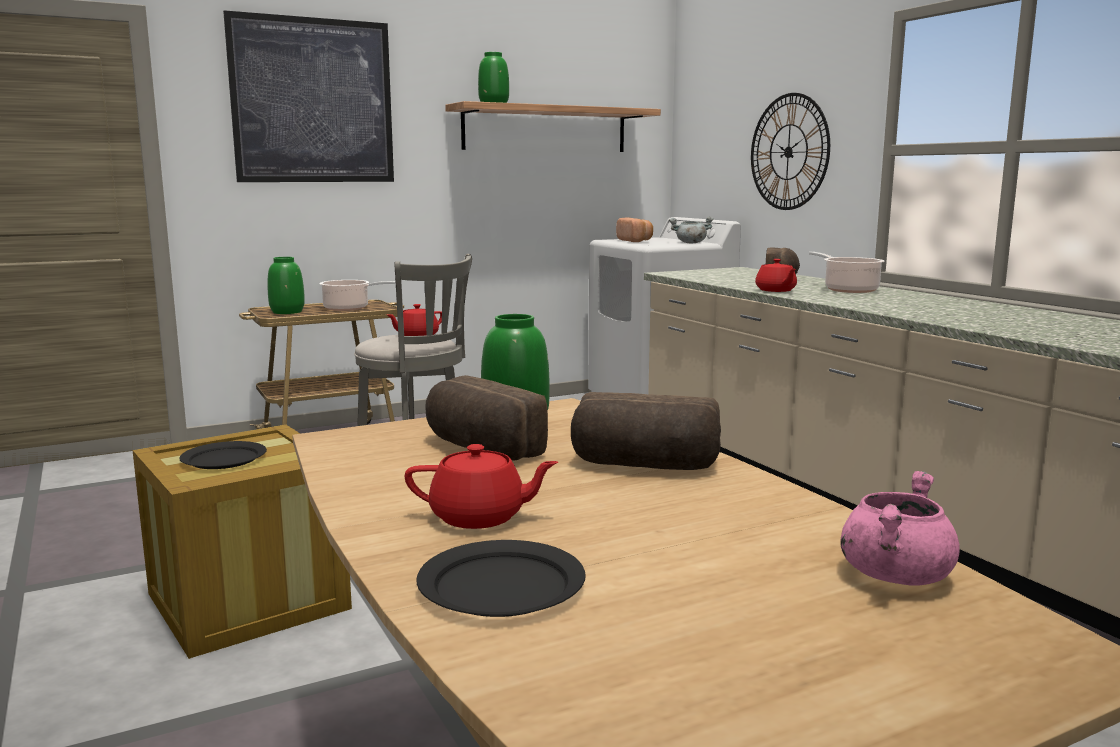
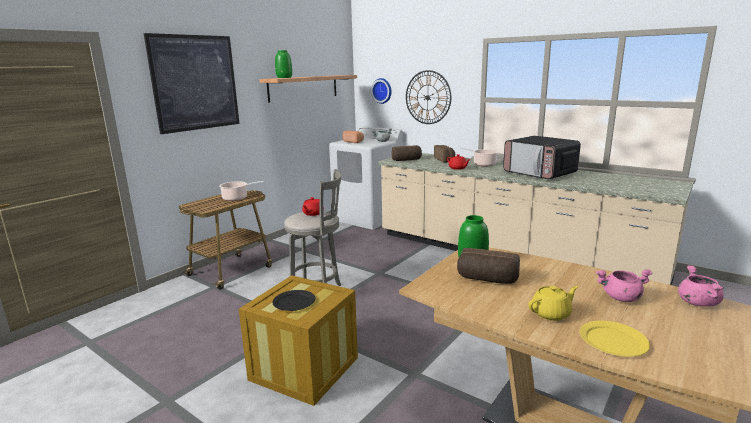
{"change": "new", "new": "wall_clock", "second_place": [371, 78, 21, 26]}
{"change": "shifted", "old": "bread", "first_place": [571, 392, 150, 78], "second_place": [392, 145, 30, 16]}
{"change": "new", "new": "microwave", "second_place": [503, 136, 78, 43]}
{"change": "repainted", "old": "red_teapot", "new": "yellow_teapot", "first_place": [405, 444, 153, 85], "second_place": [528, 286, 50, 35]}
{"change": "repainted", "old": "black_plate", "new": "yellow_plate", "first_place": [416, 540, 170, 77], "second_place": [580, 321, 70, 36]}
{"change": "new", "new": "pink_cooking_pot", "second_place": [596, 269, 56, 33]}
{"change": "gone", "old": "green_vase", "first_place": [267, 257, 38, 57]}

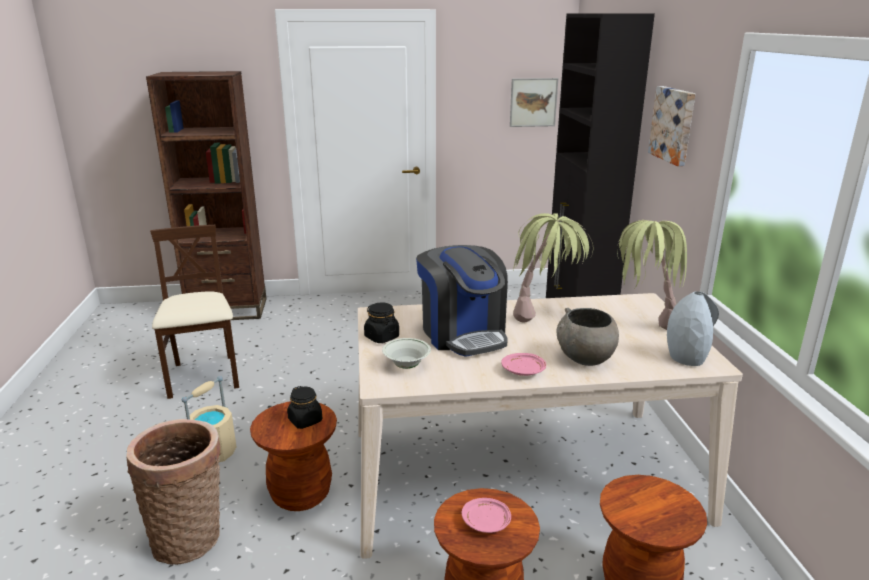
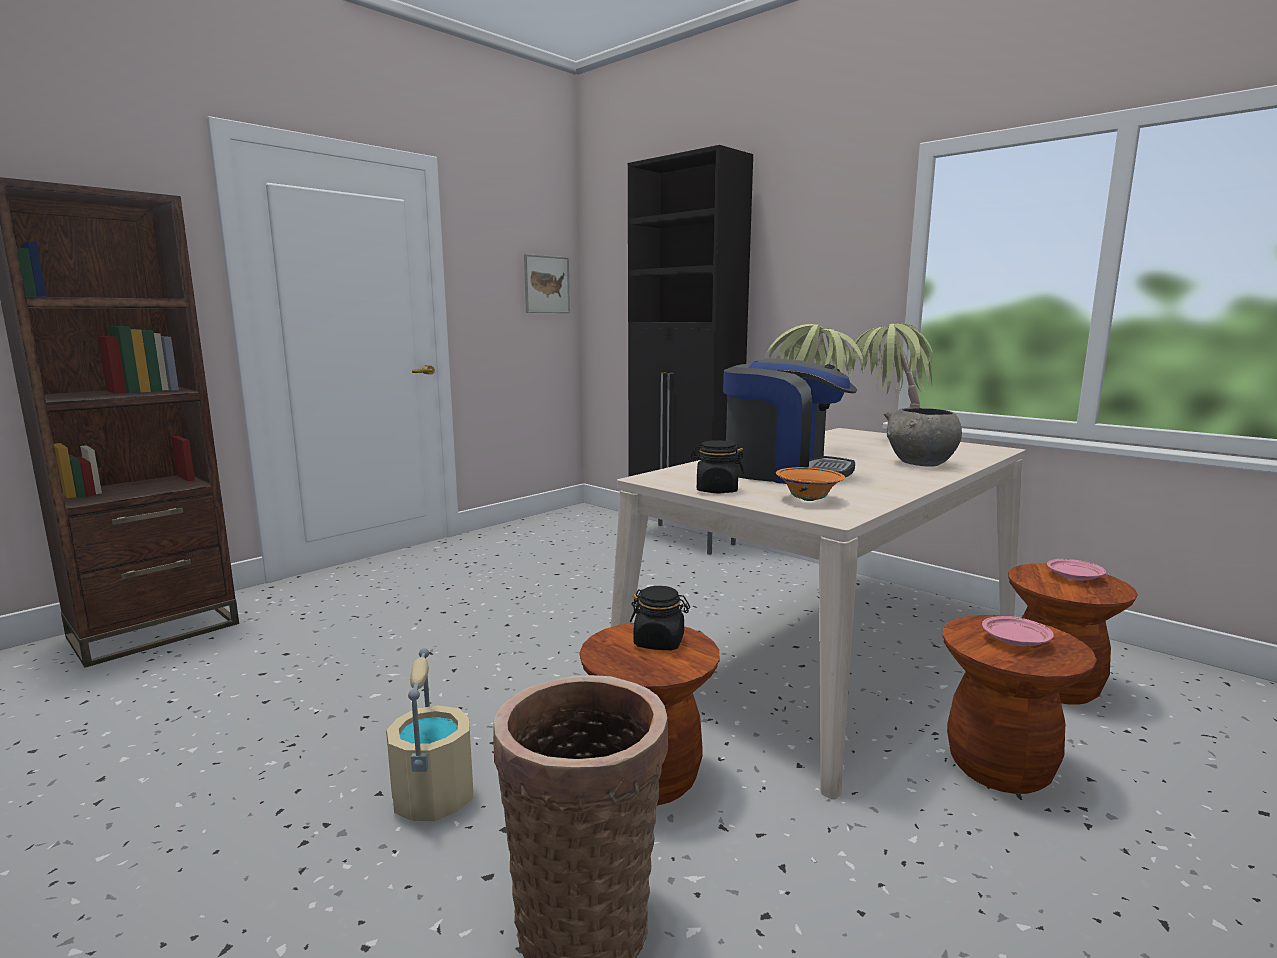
{"change": "repainted", "old": "white_bowl", "new": "orange_bowl", "first_place": [382, 338, 49, 31], "second_place": [776, 467, 69, 34]}
{"change": "shifted", "old": "pink_plate", "first_place": [501, 353, 45, 23], "second_place": [1047, 559, 59, 22]}
{"change": "gone", "old": "beige_chair", "first_place": [150, 225, 89, 174]}
{"change": "gone", "old": "picture", "first_place": [648, 86, 47, 80]}
{"change": "gone", "old": "grey_vase", "first_place": [667, 291, 52, 75]}

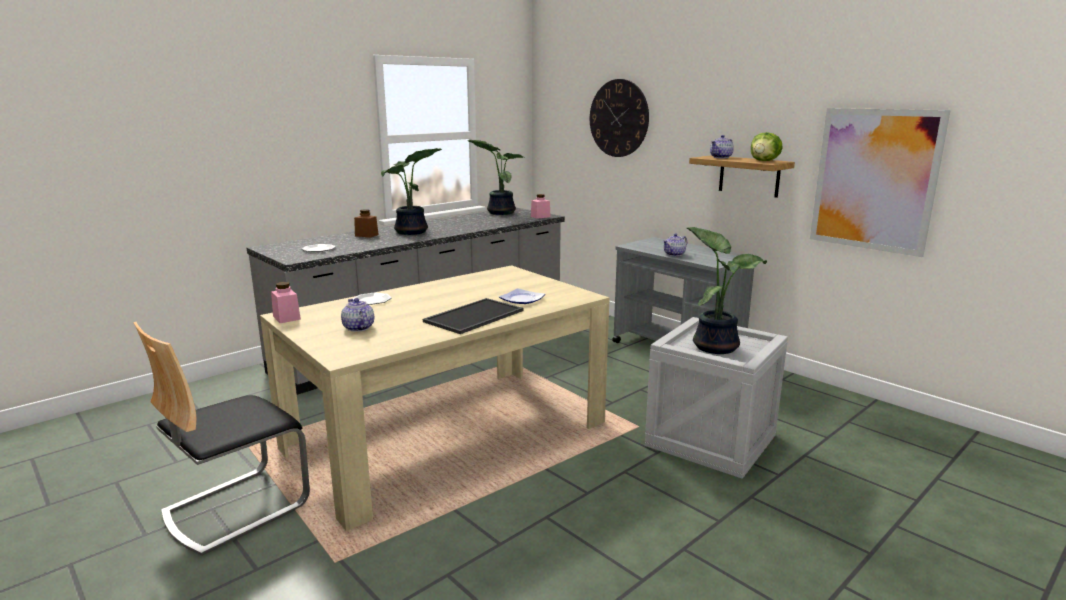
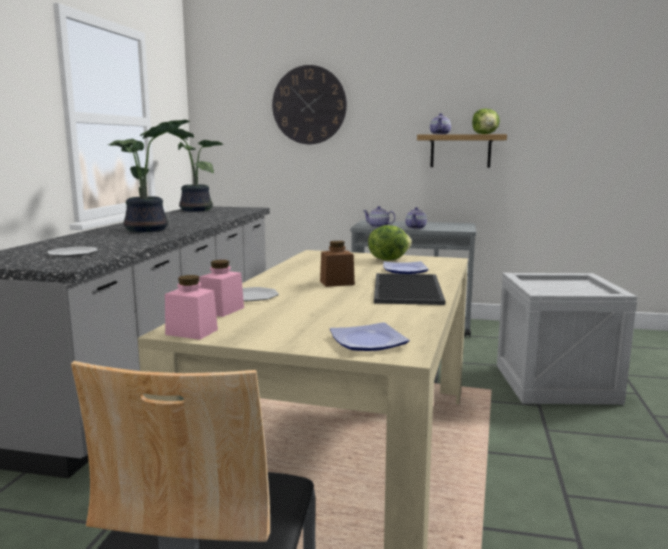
{"change": "shifted", "old": "pink_jar", "first_place": [531, 194, 19, 25], "second_place": [200, 260, 44, 57]}
{"change": "shifted", "old": "brown_jar", "first_place": [354, 209, 25, 29], "second_place": [320, 241, 35, 46]}
{"change": "new", "new": "plate", "second_place": [330, 322, 80, 29]}
{"change": "shifted", "old": "teapot", "first_place": [341, 298, 33, 34], "second_place": [363, 206, 33, 22]}
{"change": "new", "new": "lettuce", "second_place": [368, 225, 44, 35]}
{"change": "gone", "old": "potted_plant", "first_place": [687, 227, 80, 127]}
{"change": "gone", "old": "picture", "first_place": [810, 108, 141, 149]}

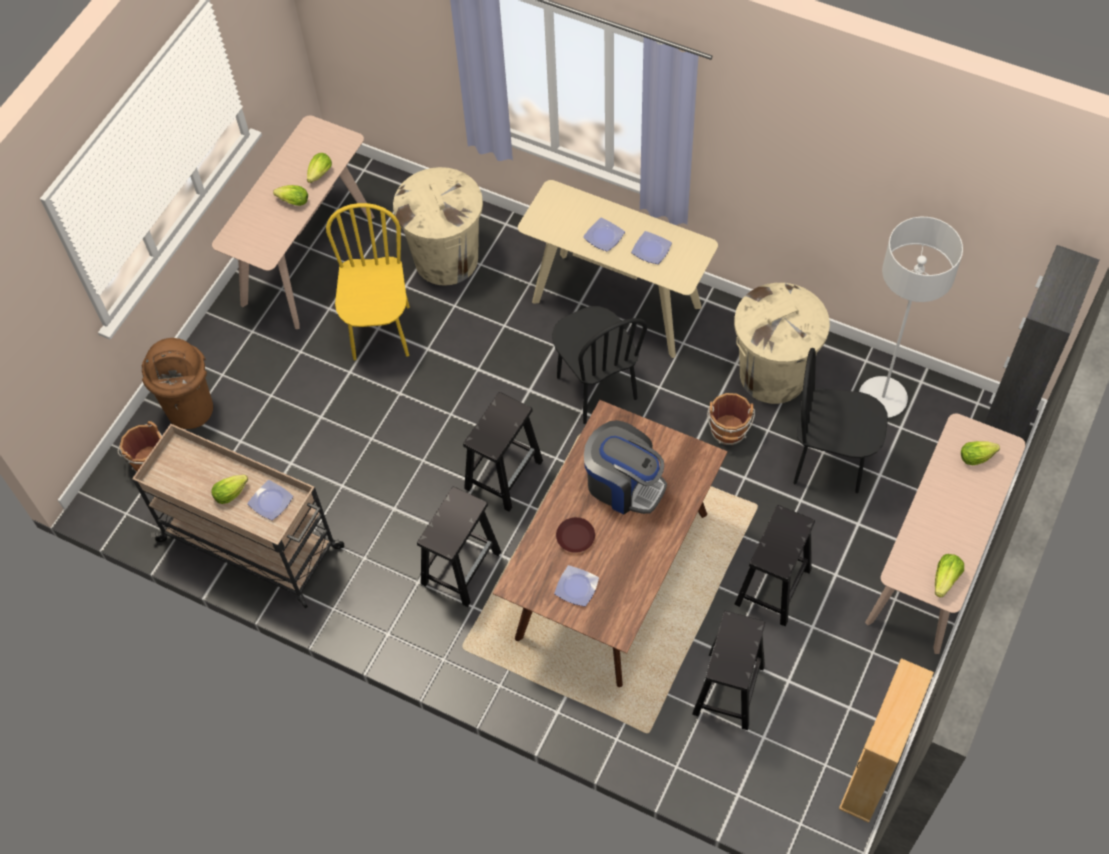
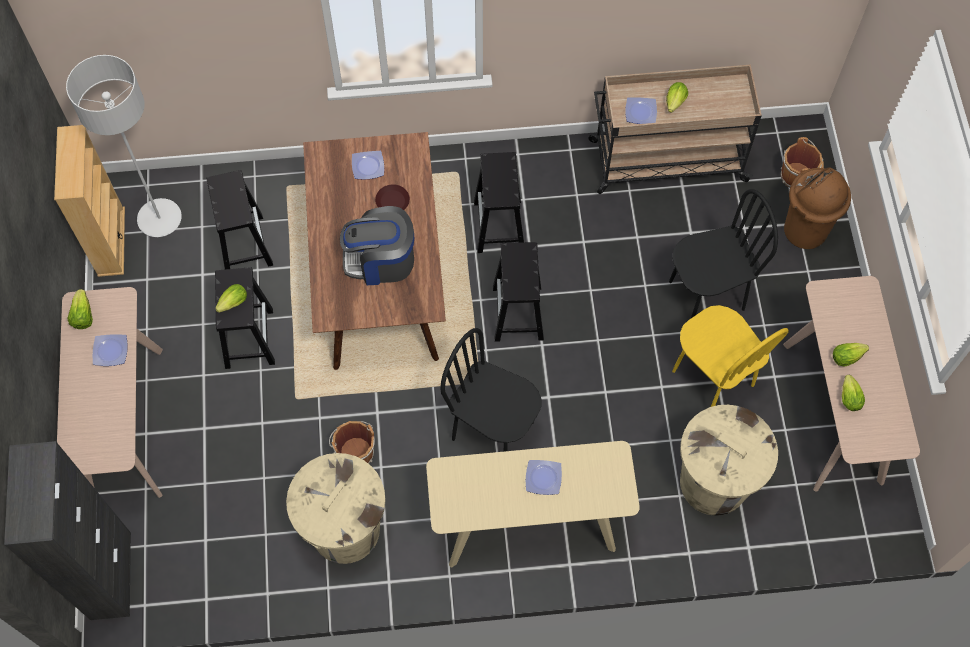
{"change": "shifted", "old": "grey_floor_lamp", "first_place": [859, 217, 104, 201], "second_place": [66, 55, 116, 182]}
{"change": "shifted", "old": "plate", "first_place": [631, 231, 41, 33], "second_place": [93, 334, 35, 32]}
{"change": "shifted", "old": "lettuce", "first_place": [961, 441, 39, 24], "second_place": [215, 284, 32, 29]}
{"change": "shifted", "old": "black_chair", "first_place": [794, 348, 94, 145], "second_place": [669, 189, 109, 129]}

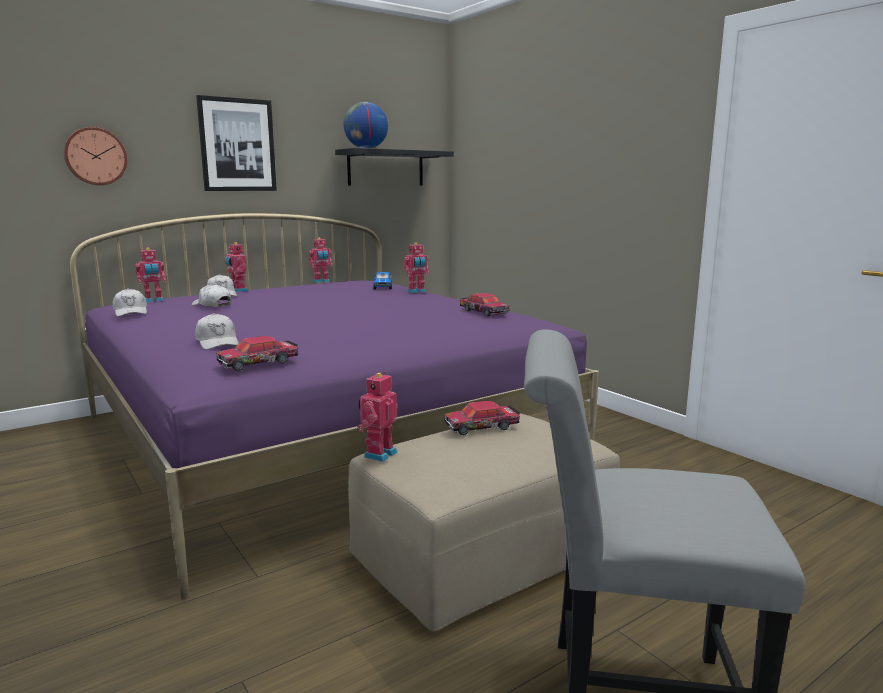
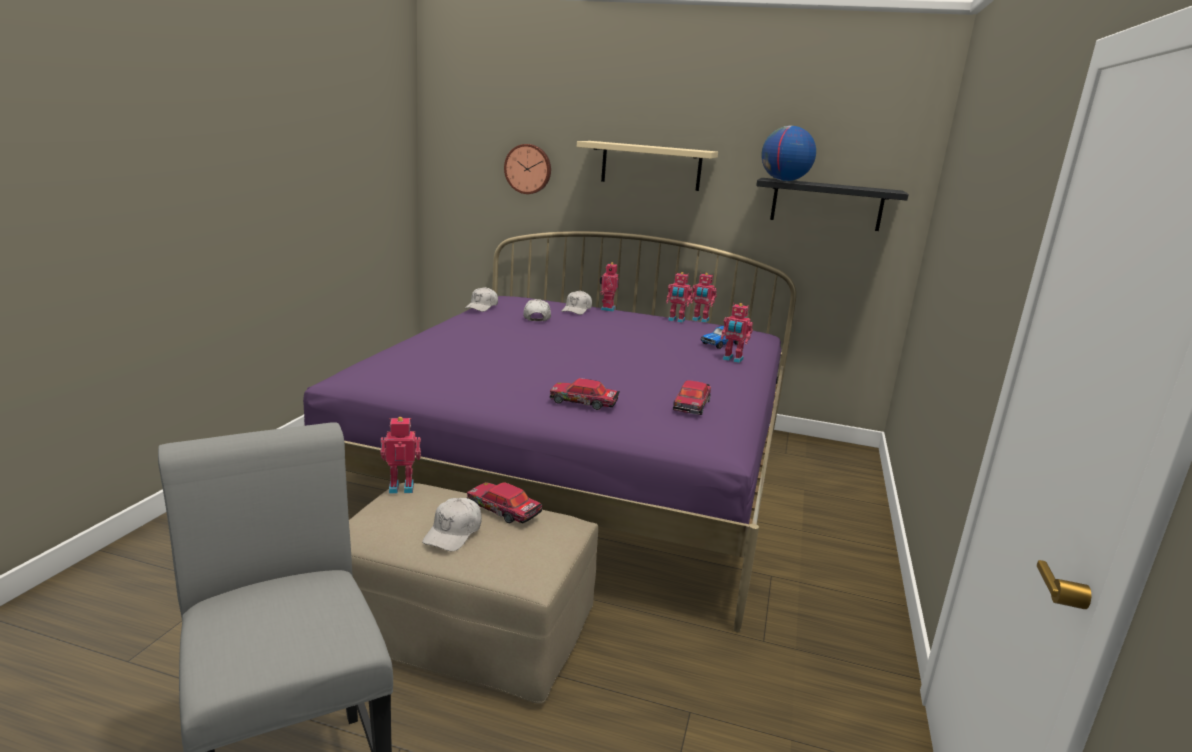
{"change": "shifted", "old": "white_cap", "first_place": [195, 313, 44, 37], "second_place": [422, 498, 60, 53]}
{"change": "shifted", "old": "toy_car", "first_place": [216, 336, 82, 35], "second_place": [550, 378, 70, 32]}
{"change": "swapped", "old": "picture", "new": "beige_shelf", "first_place": [196, 95, 81, 96], "second_place": [577, 141, 141, 50]}
{"change": "shifted", "old": "toy_robot", "first_place": [135, 247, 31, 55], "second_place": [666, 272, 26, 51]}

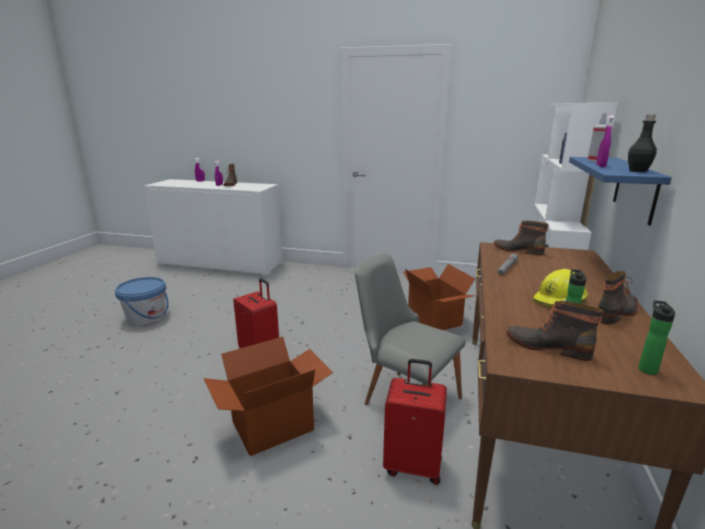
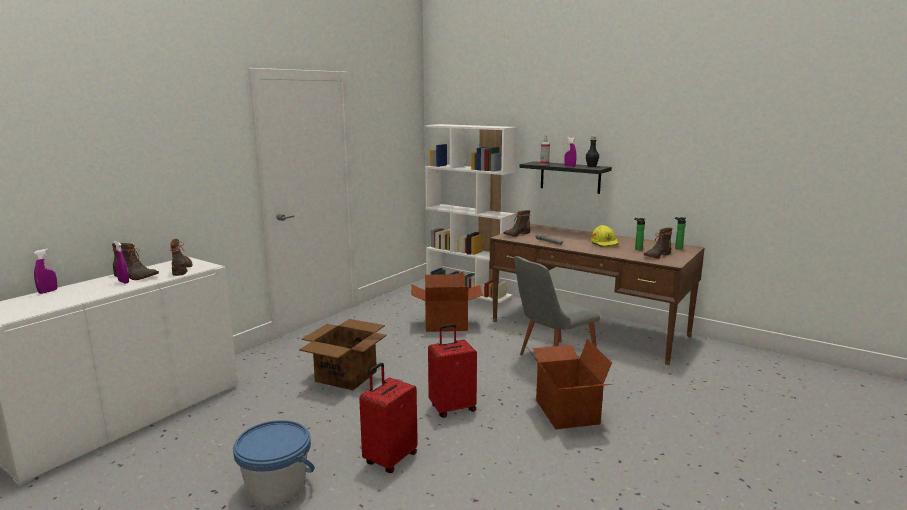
{"change": "shifted", "old": "boot", "first_place": [598, 271, 41, 54], "second_place": [170, 239, 23, 37]}
{"change": "new", "new": "cardboard_box", "second_place": [299, 319, 88, 71]}
{"change": "shifted", "old": "red_suitcase", "first_place": [383, 359, 64, 126], "second_place": [359, 363, 59, 110]}
{"change": "repainted", "old": "blue_shelf", "new": "black_shelf", "first_place": [569, 157, 103, 69], "second_place": [519, 161, 93, 33]}

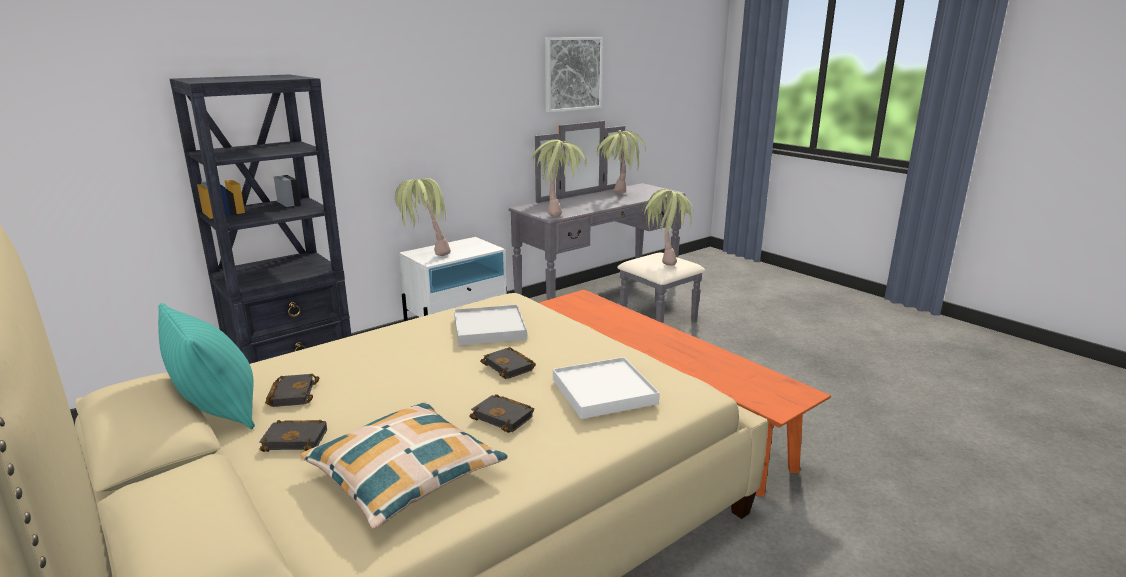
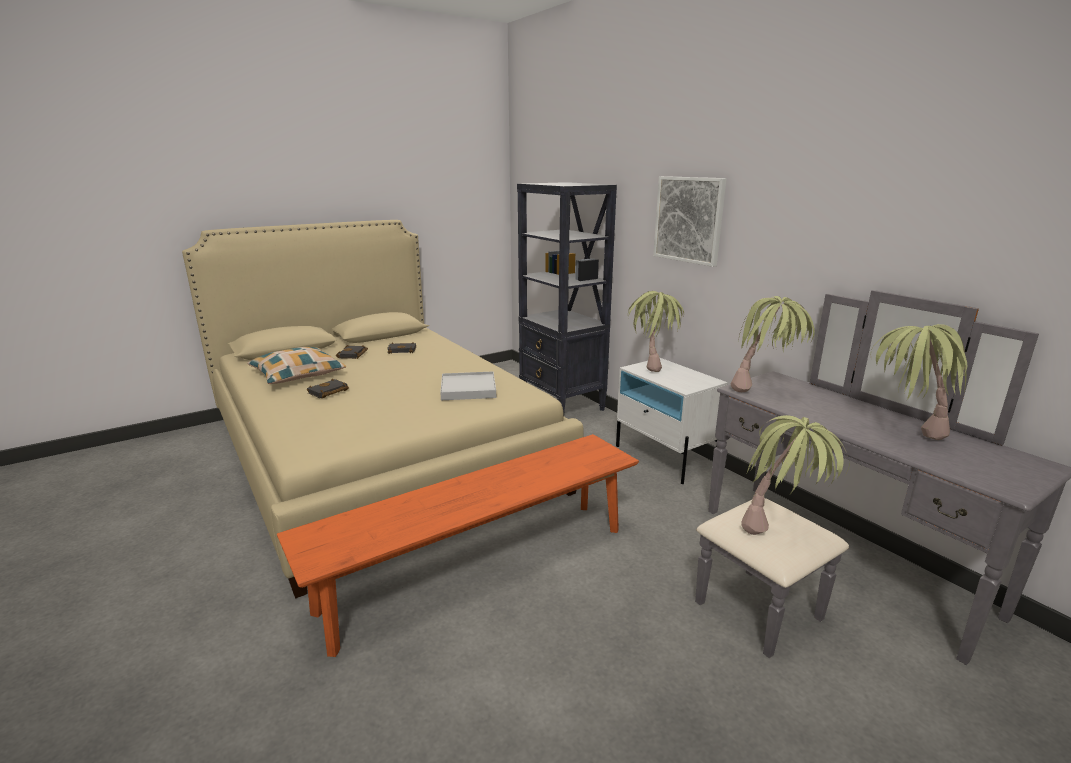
{"change": "shifted", "old": "picture", "first_place": [545, 37, 58, 76], "second_place": [653, 176, 73, 91]}
{"change": "gone", "old": "turquoise_pillow", "first_place": [158, 303, 97, 126]}
{"change": "gone", "old": "black_book", "first_place": [480, 347, 56, 32]}
{"change": "gone", "old": "white_tray", "first_place": [553, 357, 106, 62]}

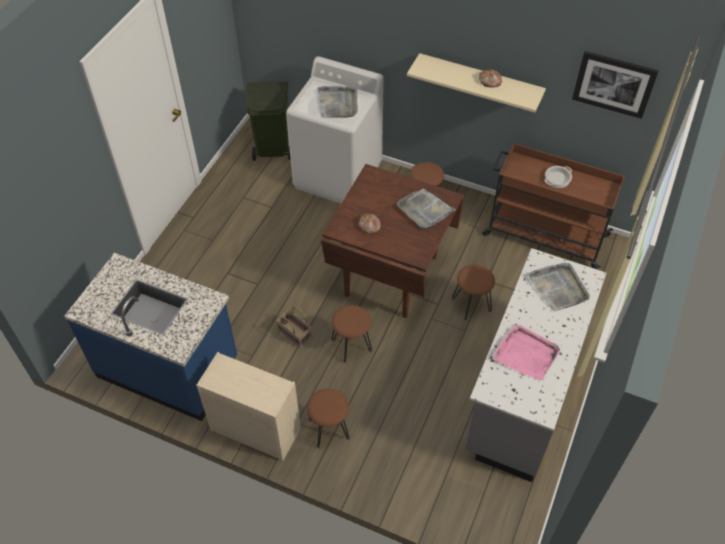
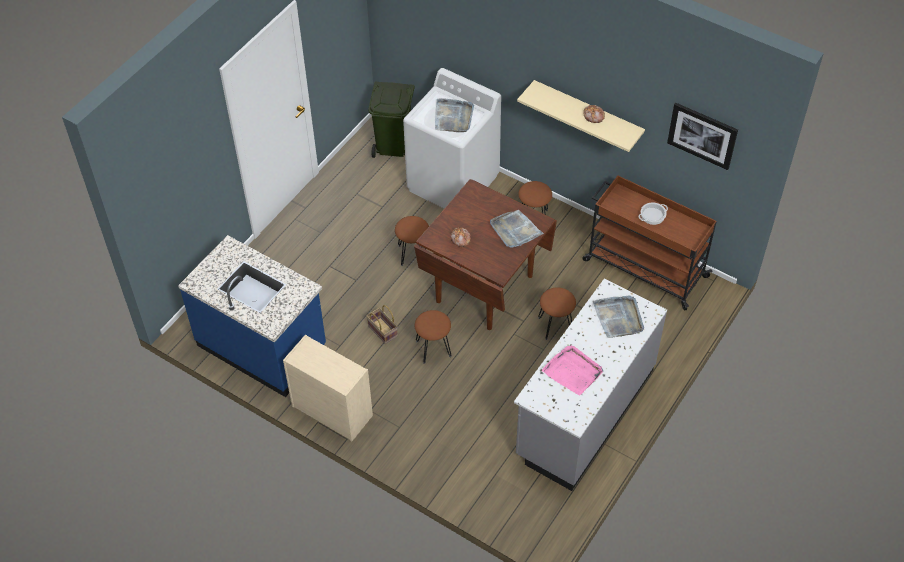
{"change": "shifted", "old": "brown_stool", "first_place": [307, 389, 42, 59], "second_place": [395, 216, 34, 50]}

